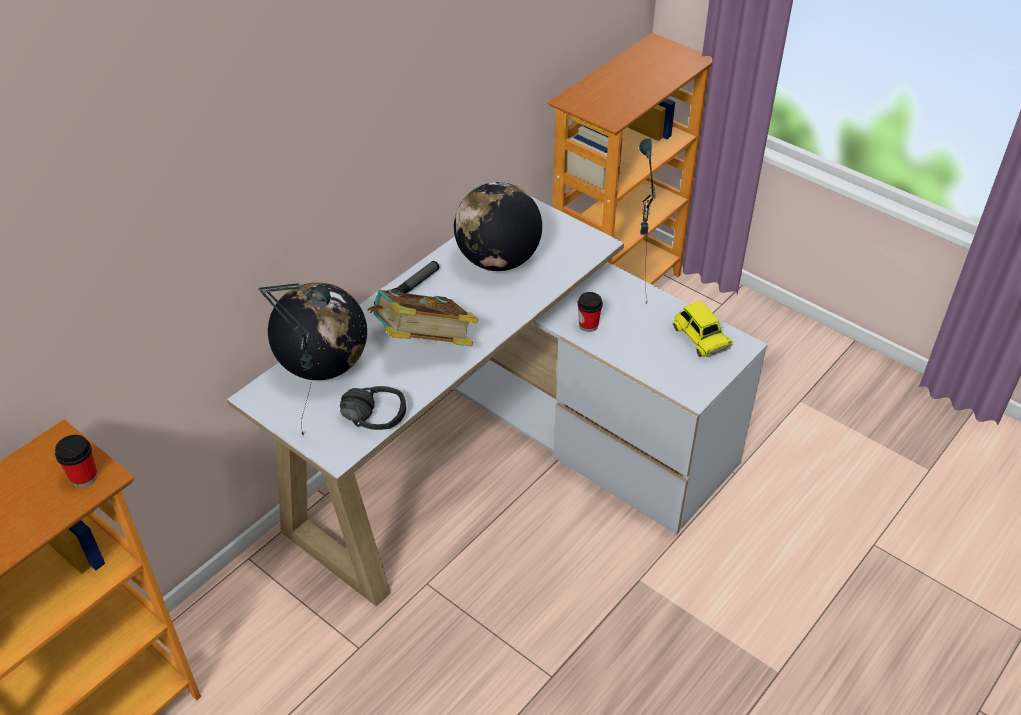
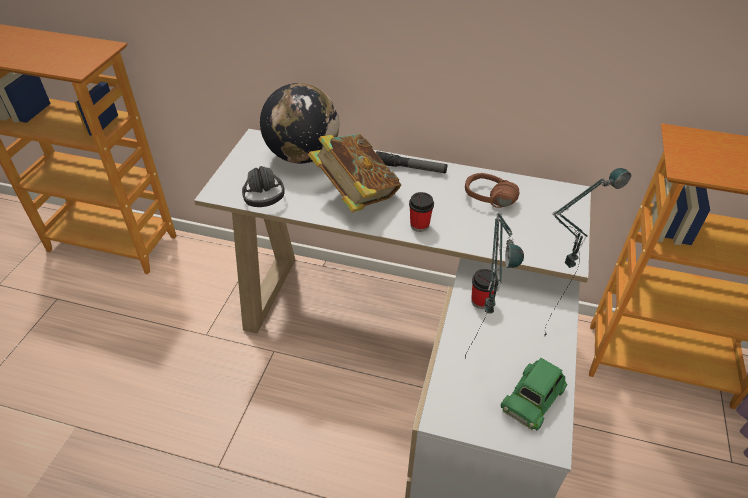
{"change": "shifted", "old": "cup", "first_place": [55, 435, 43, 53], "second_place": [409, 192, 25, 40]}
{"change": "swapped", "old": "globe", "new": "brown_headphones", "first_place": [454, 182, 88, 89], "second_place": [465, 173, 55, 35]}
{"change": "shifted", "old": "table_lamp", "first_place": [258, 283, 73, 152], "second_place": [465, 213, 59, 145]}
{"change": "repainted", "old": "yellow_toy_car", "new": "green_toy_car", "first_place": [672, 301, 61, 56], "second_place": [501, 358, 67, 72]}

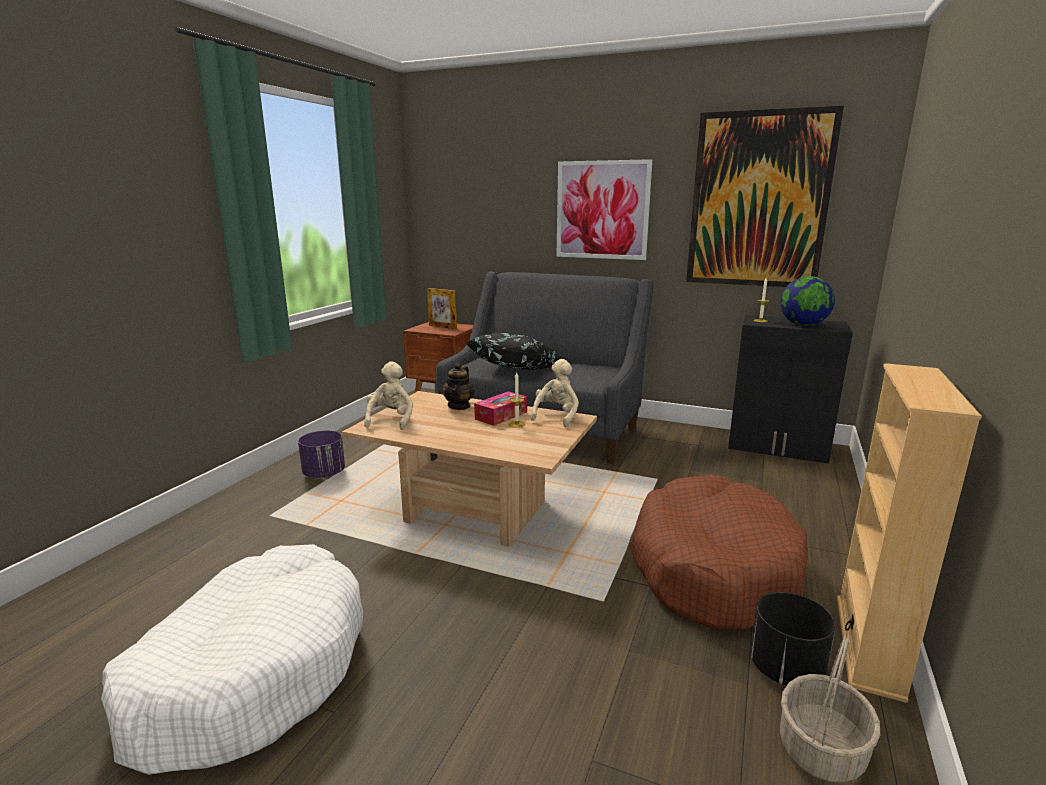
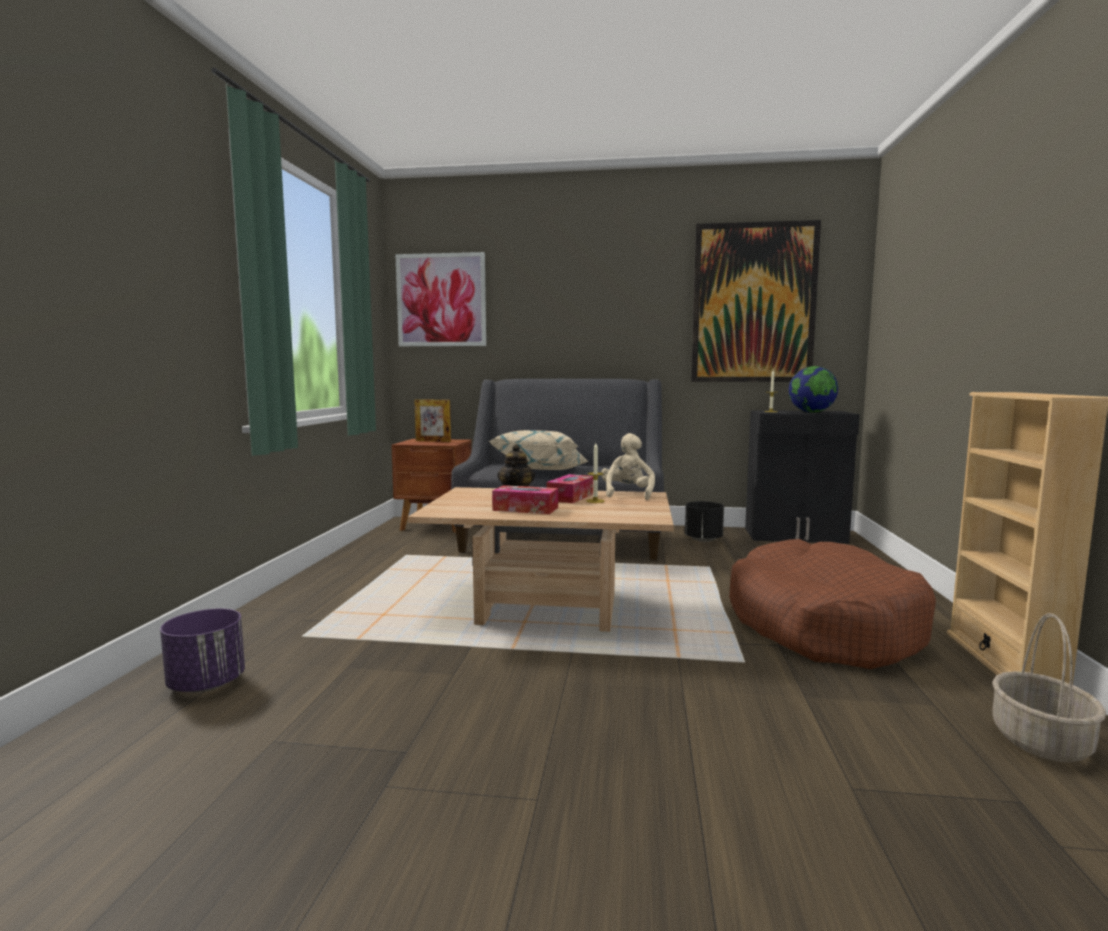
{"change": "shifted", "old": "purple_planter", "first_place": [298, 430, 47, 48], "second_place": [160, 609, 85, 84]}
{"change": "shifted", "old": "picture", "first_place": [556, 159, 96, 101], "second_place": [395, 252, 91, 94]}
{"change": "repainted", "old": "black_pillow", "new": "beige_pillow", "first_place": [466, 333, 97, 37], "second_place": [489, 430, 100, 40]}
{"change": "new", "new": "tissue_box", "second_place": [492, 485, 66, 29]}
{"change": "shifted", "old": "black_planter", "first_place": [750, 592, 86, 94], "second_place": [685, 501, 39, 41]}
{"change": "gone", "old": "white_dog_bed", "first_place": [101, 544, 262, 231]}
{"change": "gone", "old": "beige_plush_toy", "first_place": [364, 361, 49, 69]}

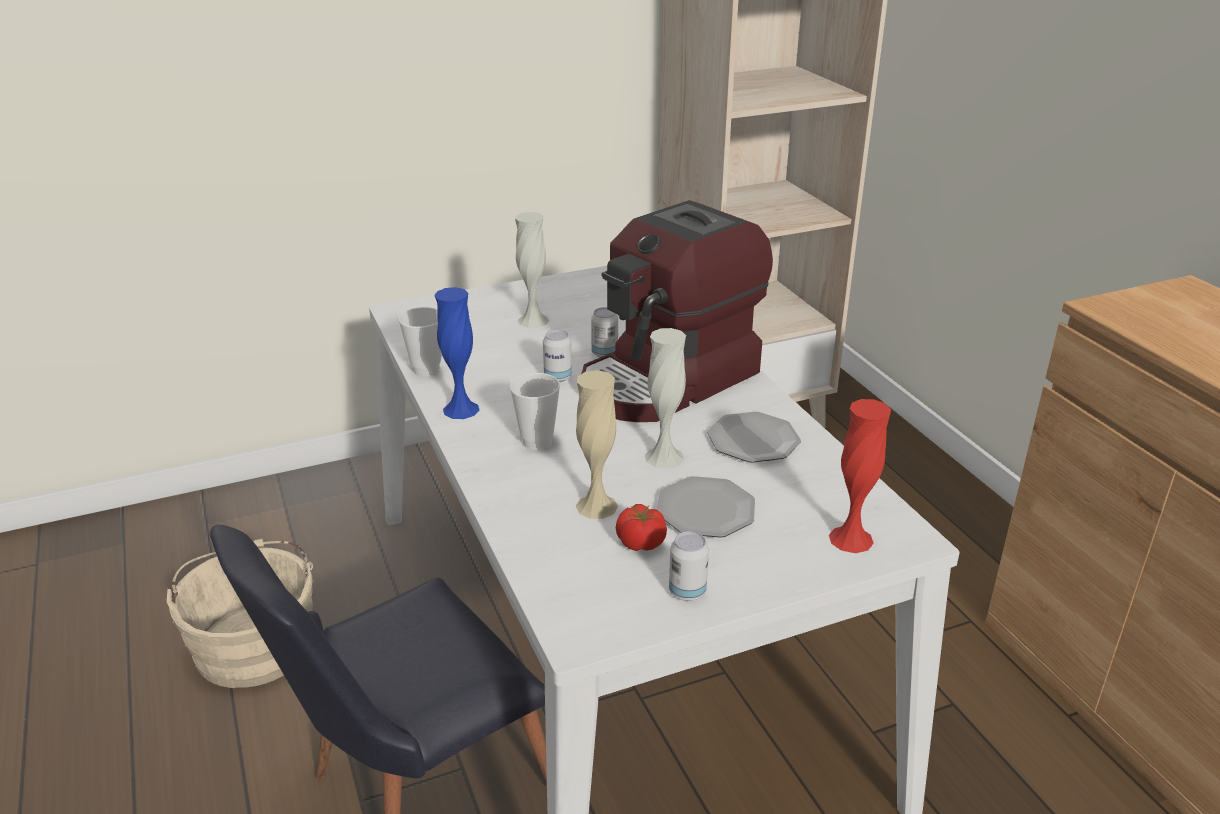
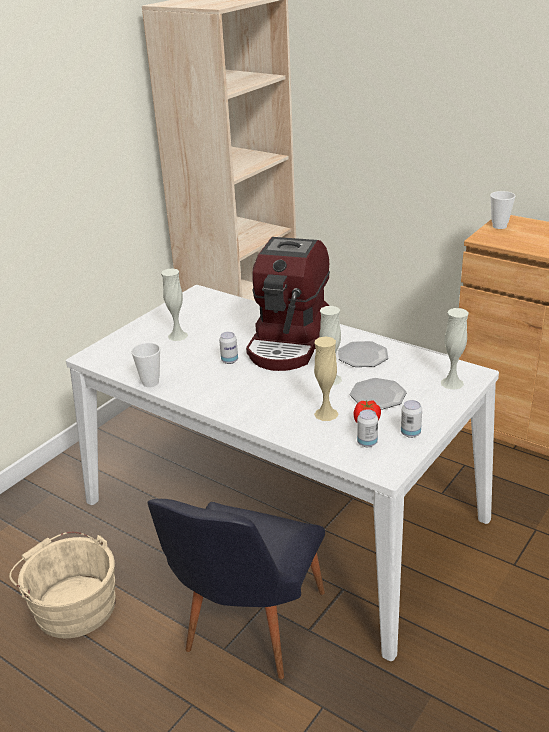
{"change": "shifted", "old": "can", "first_place": [591, 307, 27, 50], "second_place": [357, 410, 21, 37]}
{"change": "repainted", "old": "red_vase", "new": "white_vase", "first_place": [829, 399, 62, 154], "second_place": [441, 308, 28, 82]}
{"change": "shifted", "old": "cup", "first_place": [509, 373, 51, 77], "second_place": [490, 191, 26, 38]}
{"change": "gone", "old": "blue_vase", "first_place": [435, 287, 44, 132]}

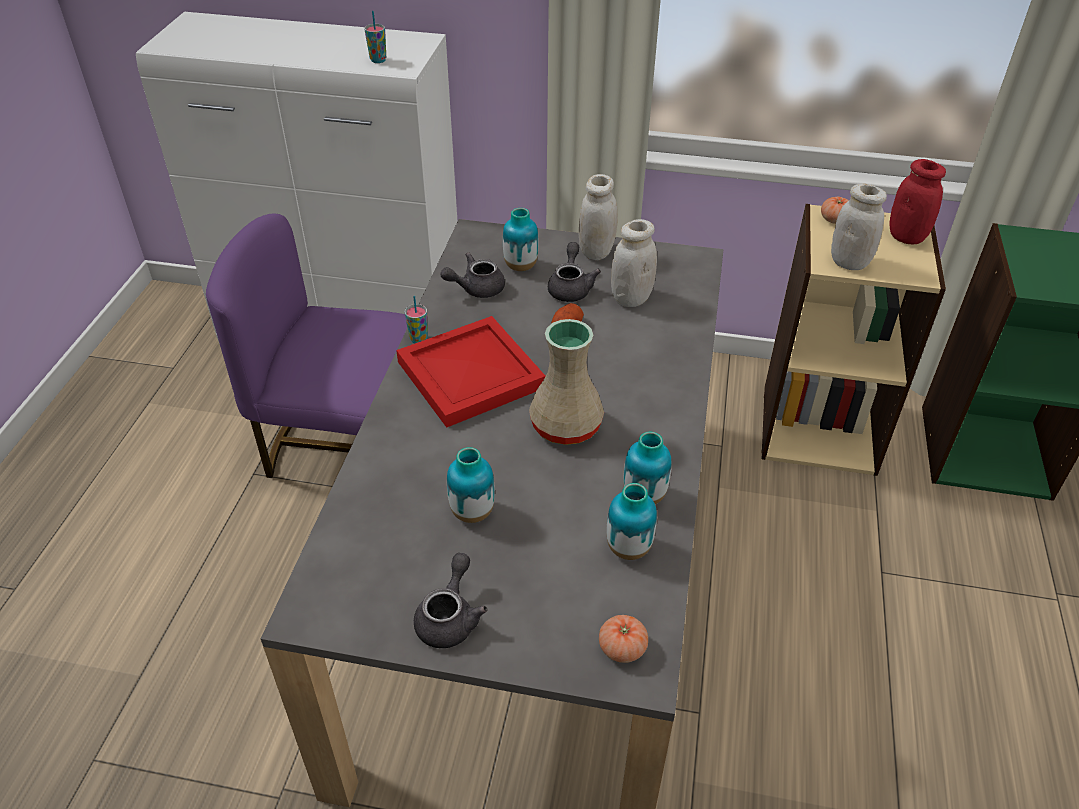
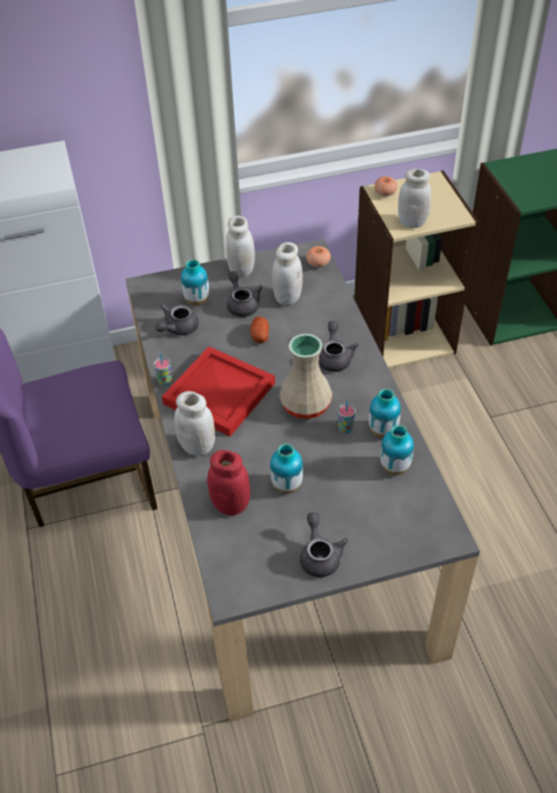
{"change": "new", "new": "white_jar", "second_place": [174, 391, 41, 65]}
{"change": "shifted", "old": "red_jar", "first_place": [889, 159, 57, 85], "second_place": [207, 450, 43, 65]}
{"change": "shifted", "old": "tomato", "first_place": [599, 615, 49, 48], "second_place": [306, 246, 25, 22]}
{"change": "new", "new": "grey_teapot", "second_place": [319, 321, 40, 51]}
{"change": "shifted", "old": "cup", "first_place": [364, 11, 22, 52], "second_place": [338, 400, 18, 34]}

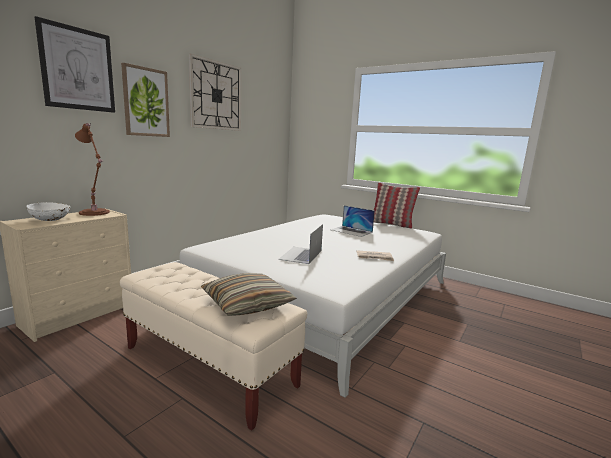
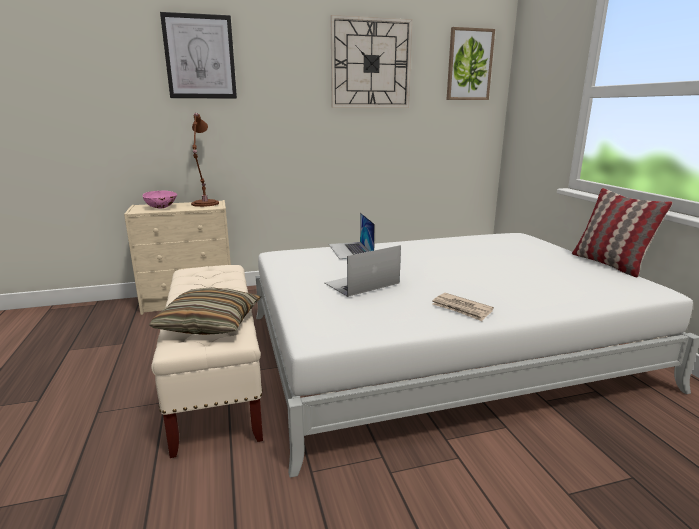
{"change": "repainted", "old": "white_bowl", "new": "pink_bowl", "first_place": [26, 202, 45, 19], "second_place": [142, 191, 35, 17]}
{"change": "shifted", "old": "laptop", "first_place": [330, 205, 45, 32], "second_place": [329, 213, 46, 46]}
{"change": "shifted", "old": "picture", "first_place": [121, 63, 49, 74], "second_place": [447, 27, 48, 73]}

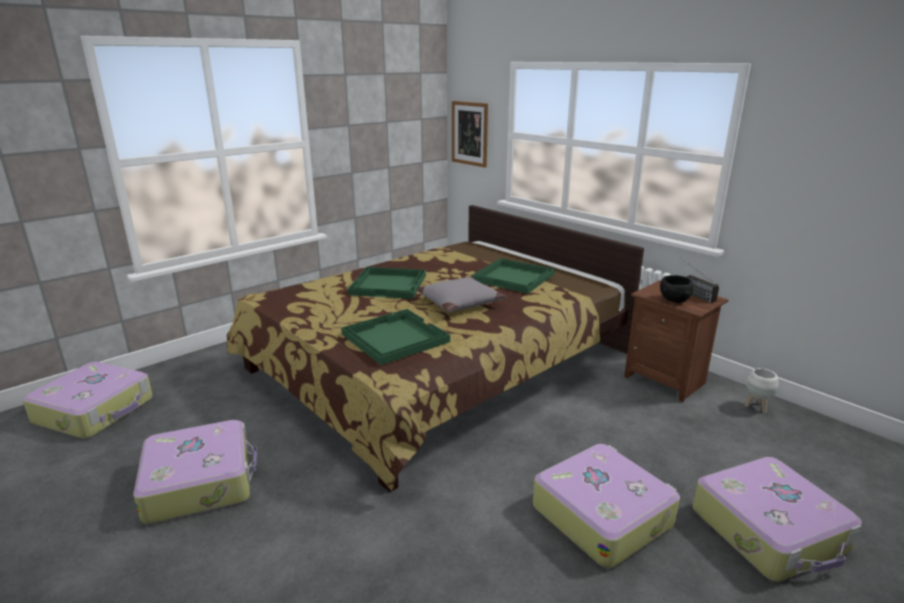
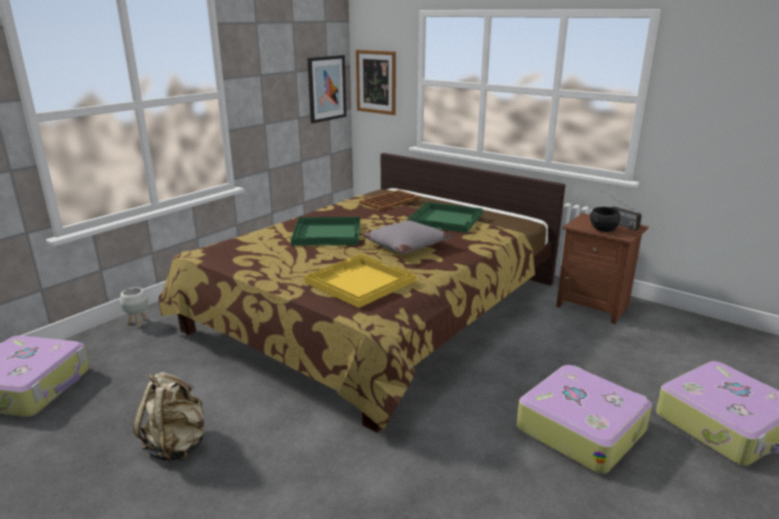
{"change": "shifted", "old": "white_planter", "first_place": [745, 368, 34, 45], "second_place": [120, 287, 28, 40]}
{"change": "swapped", "old": "suitcase", "new": "beige_backpack", "first_place": [133, 420, 125, 104], "second_place": [133, 372, 72, 91]}
{"change": "repainted", "old": "green_tray", "new": "yellow_tray", "first_place": [341, 309, 109, 56], "second_place": [304, 254, 112, 54]}
{"change": "new", "new": "picture", "second_place": [307, 55, 39, 68]}
{"change": "new", "new": "brown_tray", "second_place": [359, 190, 61, 21]}

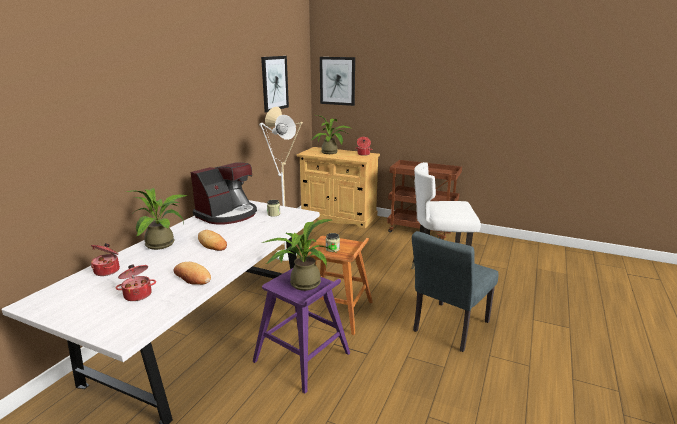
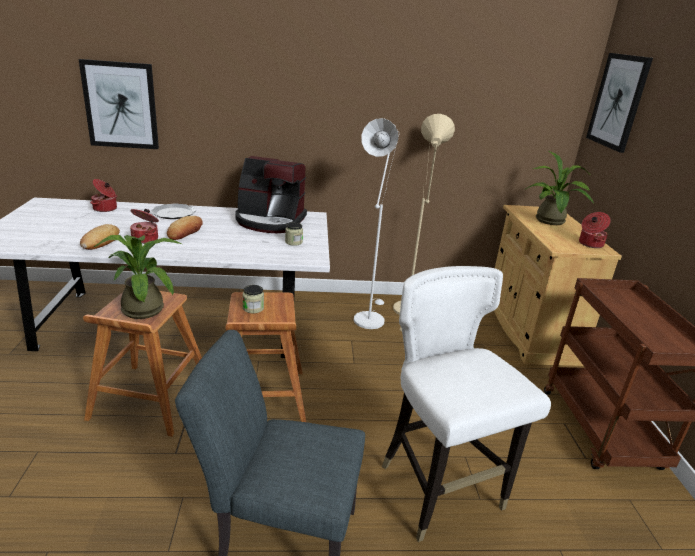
{"change": "shifted", "old": "picture", "first_place": [261, 56, 28, 57], "second_place": [79, 59, 80, 90]}
{"change": "repainted", "old": "purple_stool", "new": "brown_stool", "first_place": [253, 268, 97, 125], "second_place": [83, 291, 119, 146]}
{"change": "shifted", "old": "cooking_pot", "first_place": [116, 264, 40, 37], "second_place": [130, 209, 29, 35]}
{"change": "swapped", "old": "potted_plant", "new": "plate", "first_place": [127, 188, 61, 62], "second_place": [151, 203, 45, 16]}

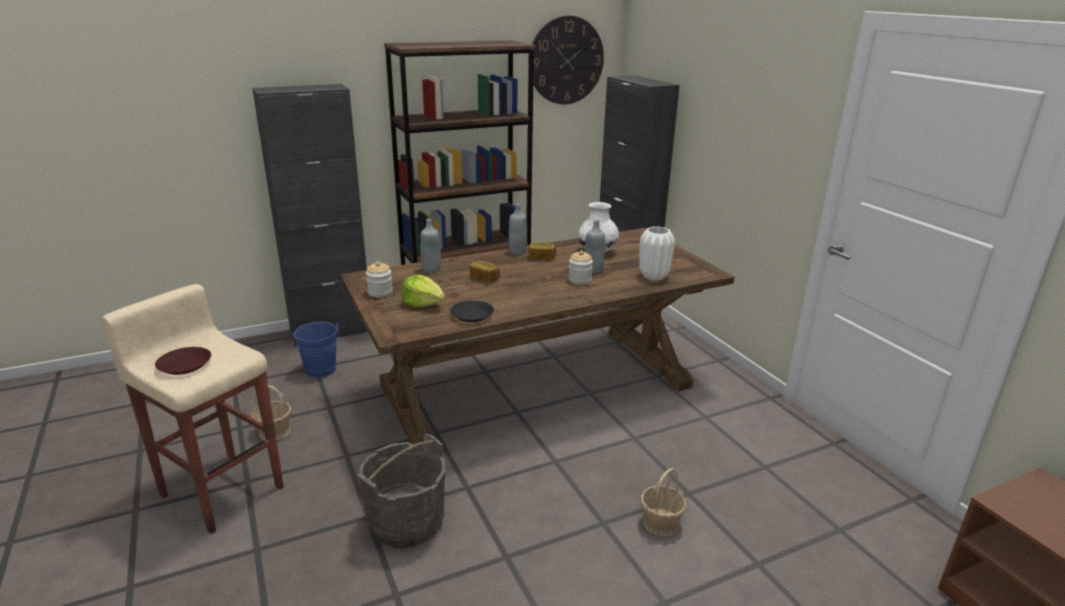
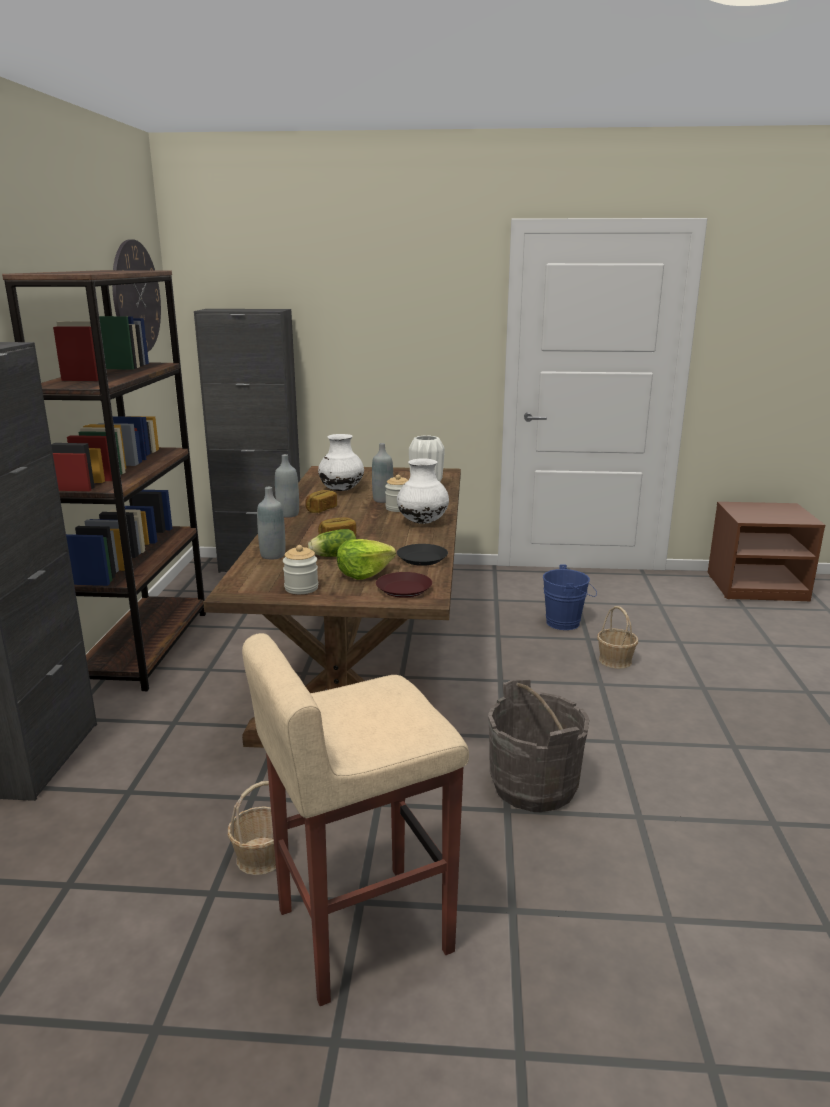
{"change": "new", "new": "lettuce", "second_place": [308, 529, 48, 28]}
{"change": "shifted", "old": "brown_plate", "first_place": [155, 347, 56, 28], "second_place": [376, 572, 56, 26]}
{"change": "new", "new": "white_vase", "second_place": [397, 458, 52, 66]}
{"change": "shifted", "old": "blue_bucket", "first_place": [291, 322, 48, 56], "second_place": [543, 565, 54, 65]}

